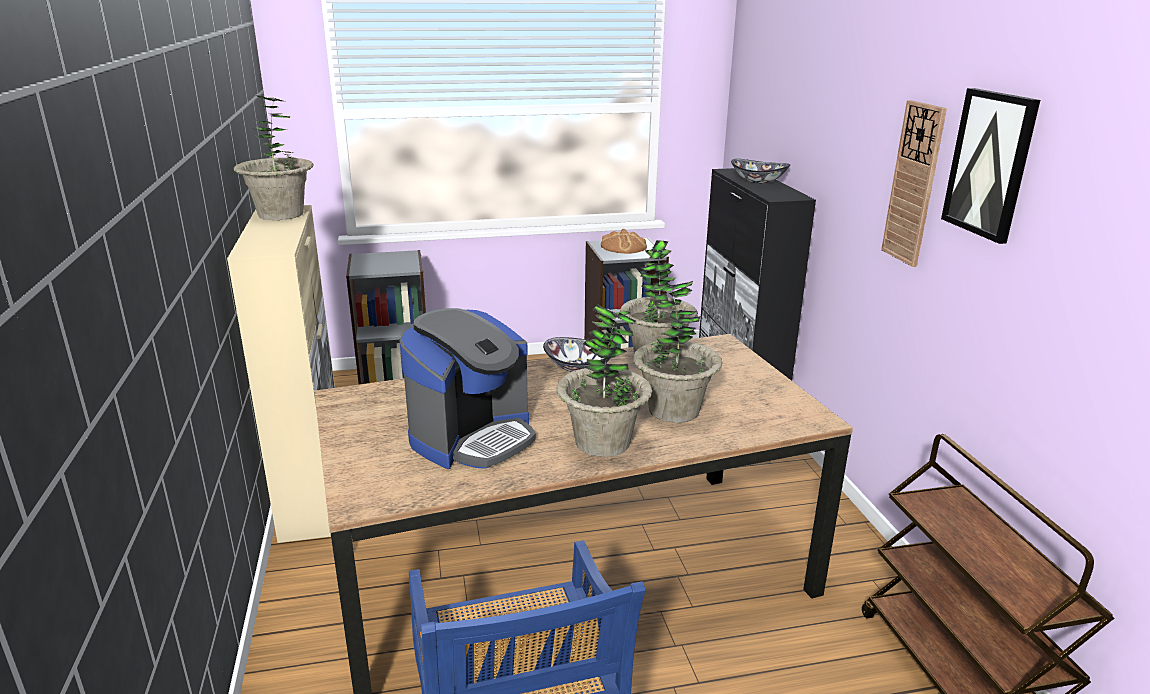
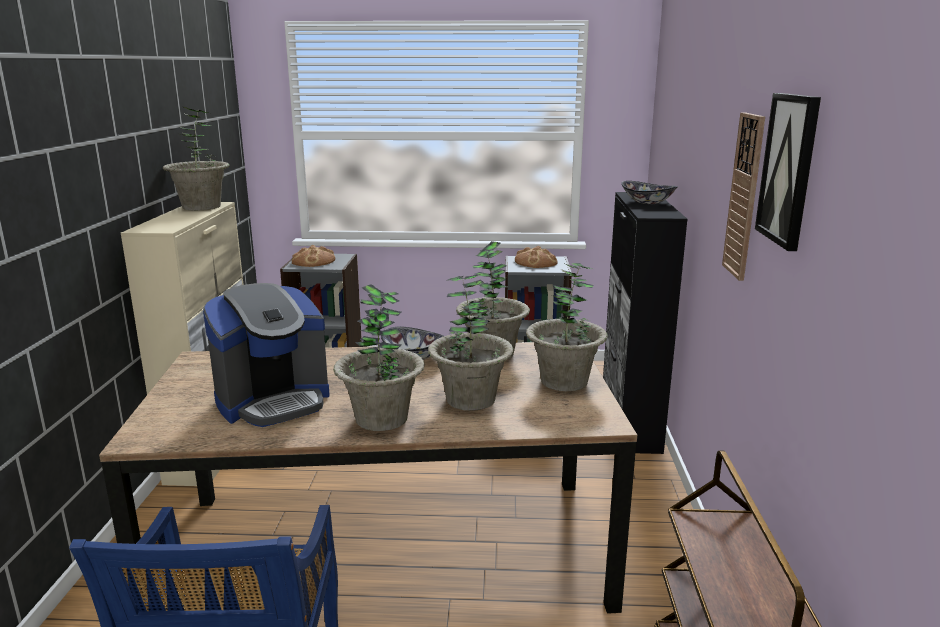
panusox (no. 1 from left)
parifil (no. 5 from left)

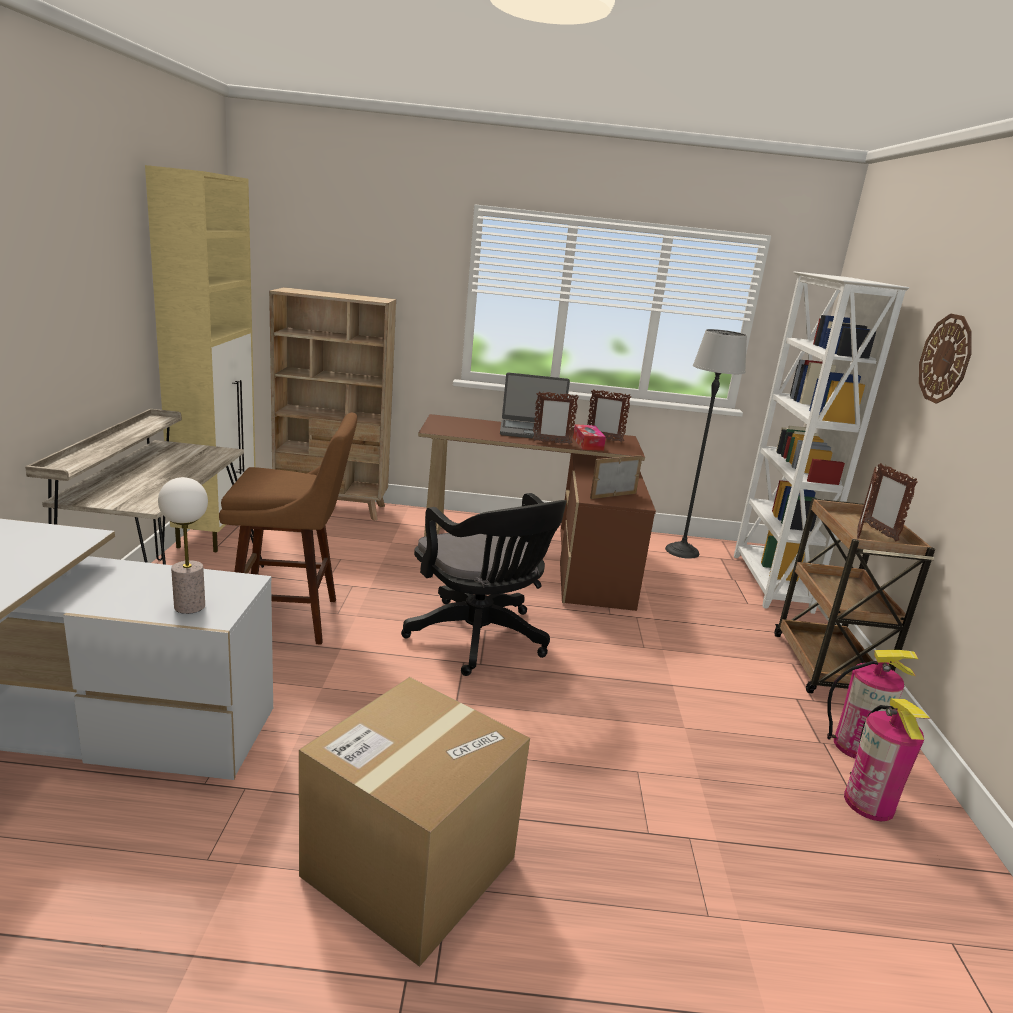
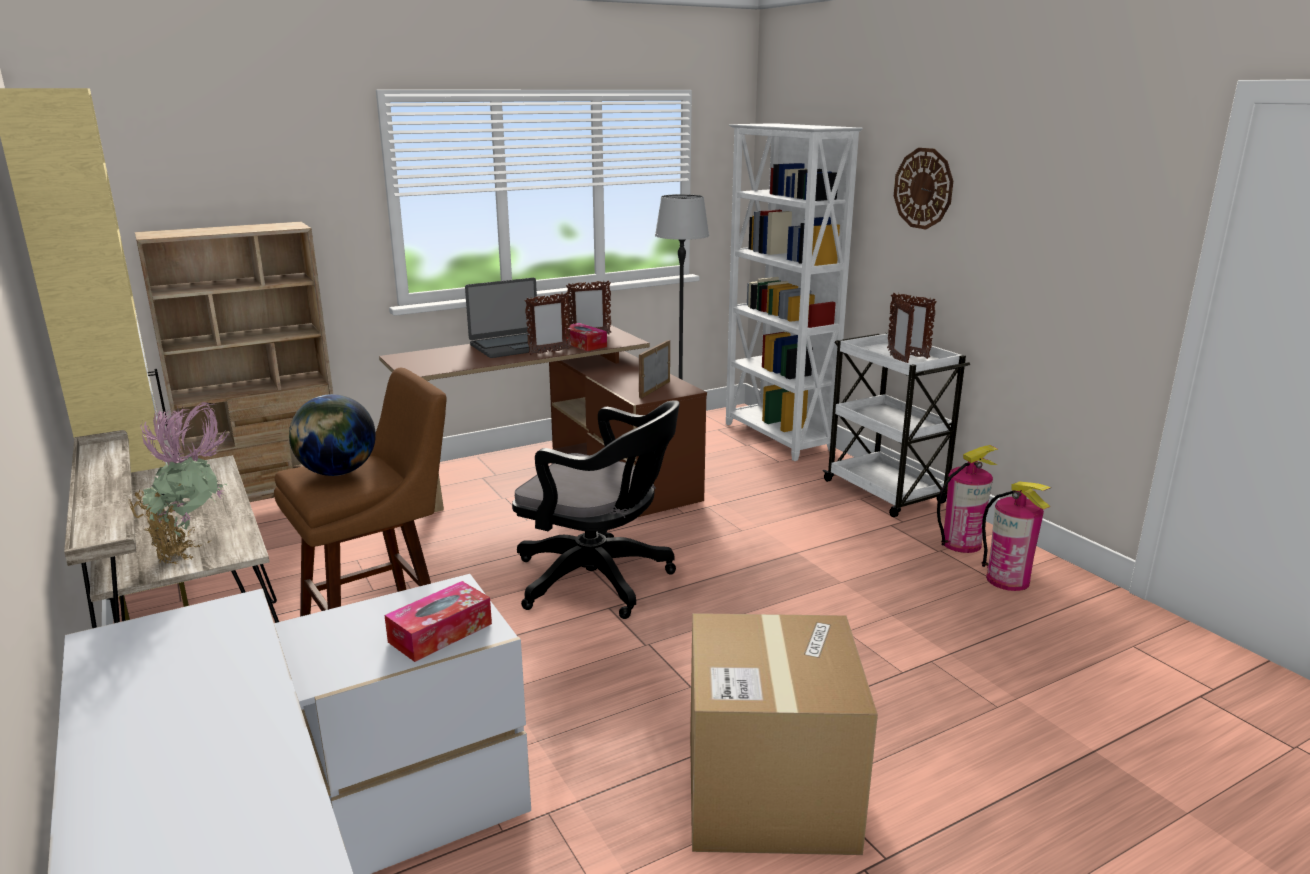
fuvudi (no. 1 from left)
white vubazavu
parifil
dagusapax

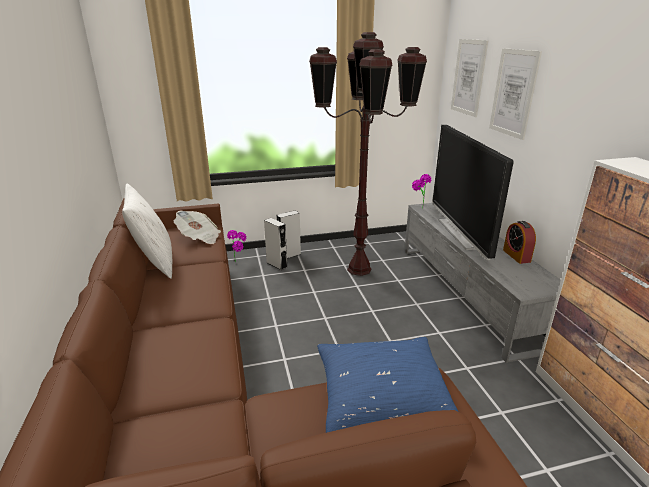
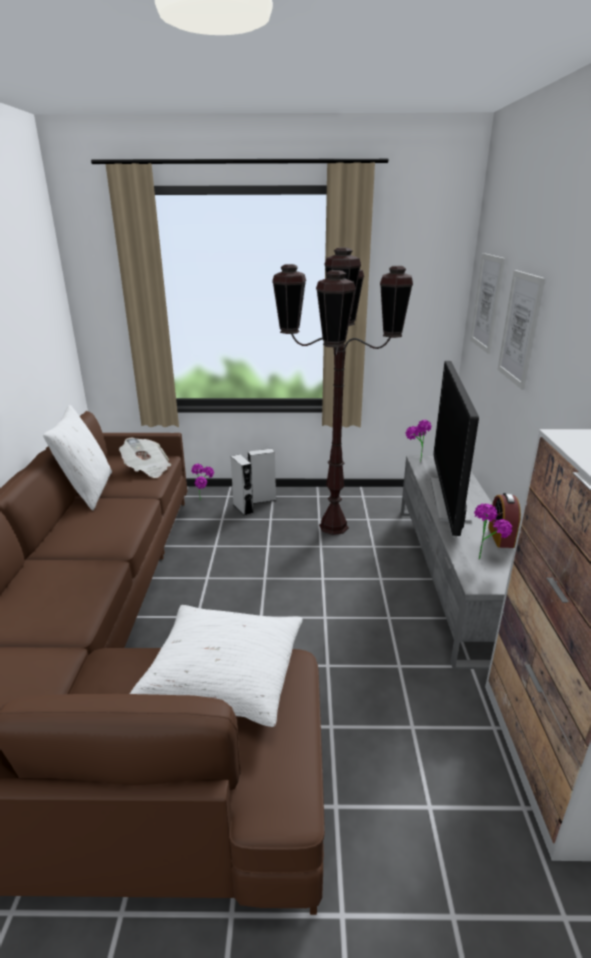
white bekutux (no. 2 from left)
parifil (no. 3 from left)

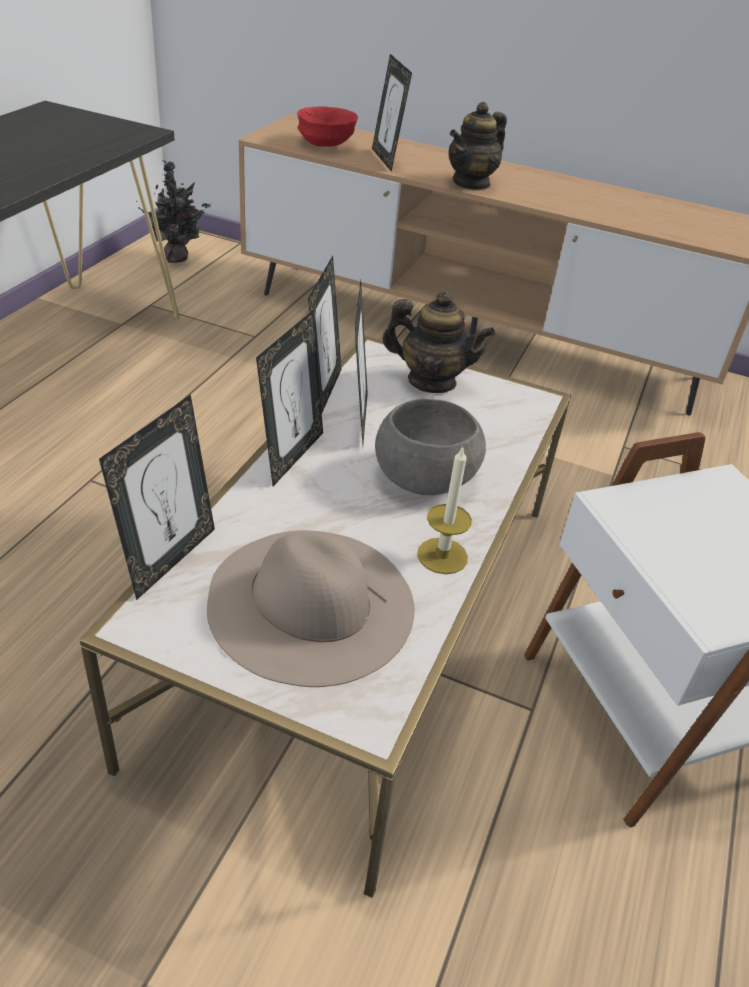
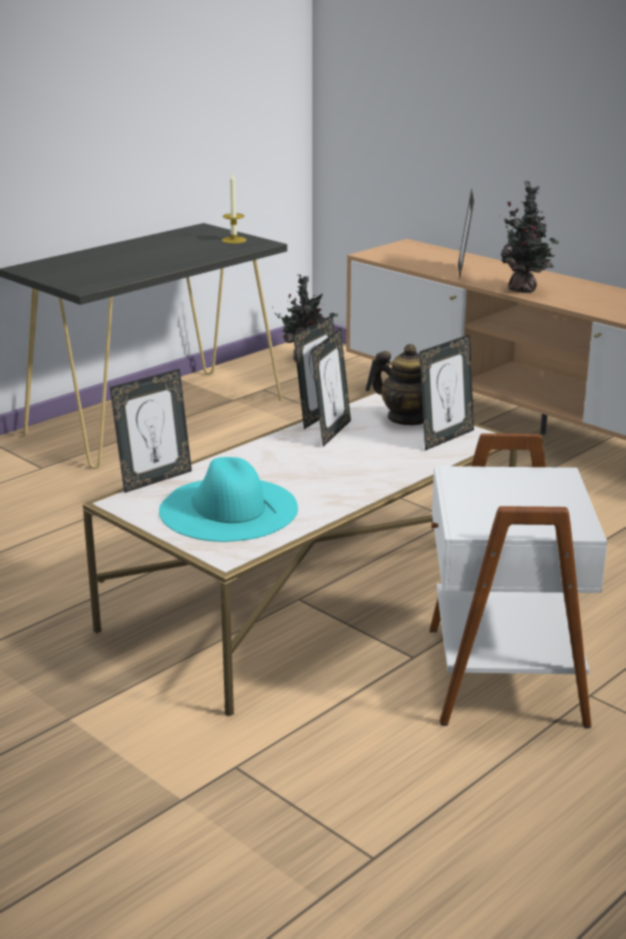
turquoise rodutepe
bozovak (no. 4 from left)
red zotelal
grey zotelal
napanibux
parifil (no. 2 from left)

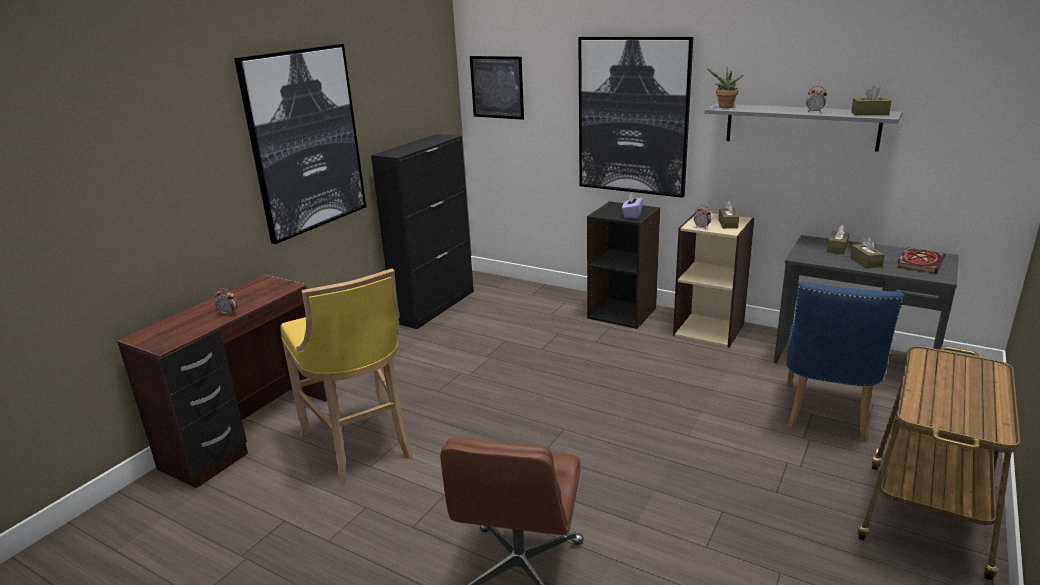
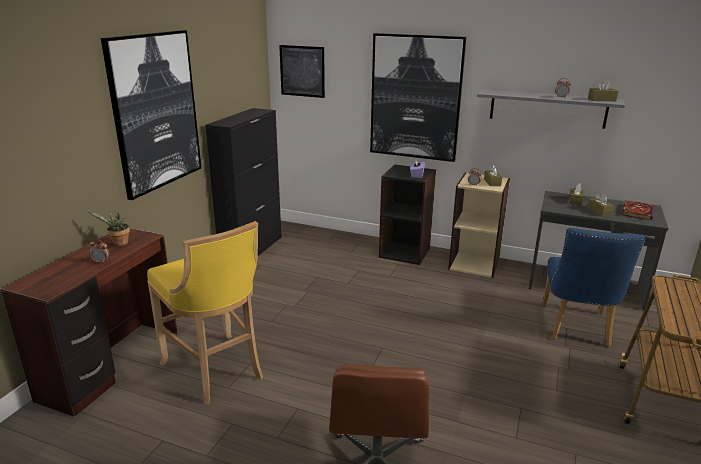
parifil

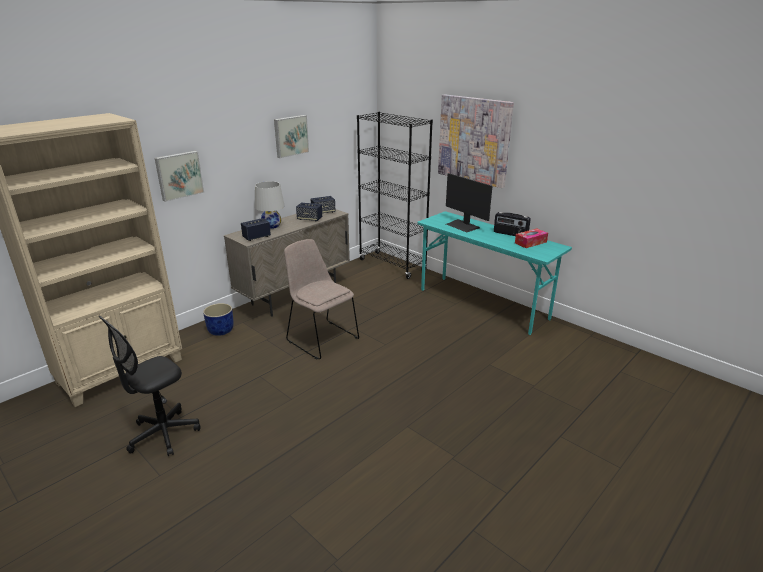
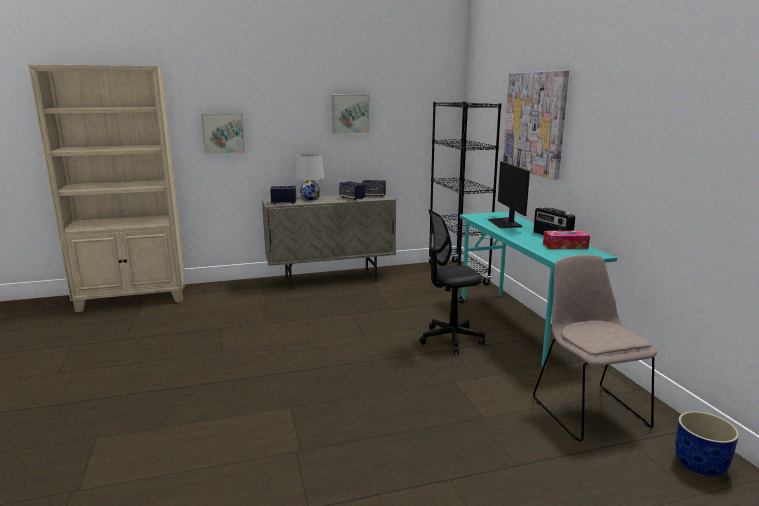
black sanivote
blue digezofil
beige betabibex

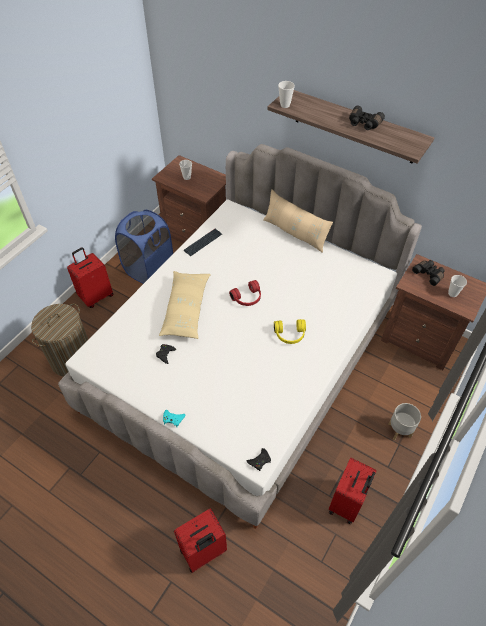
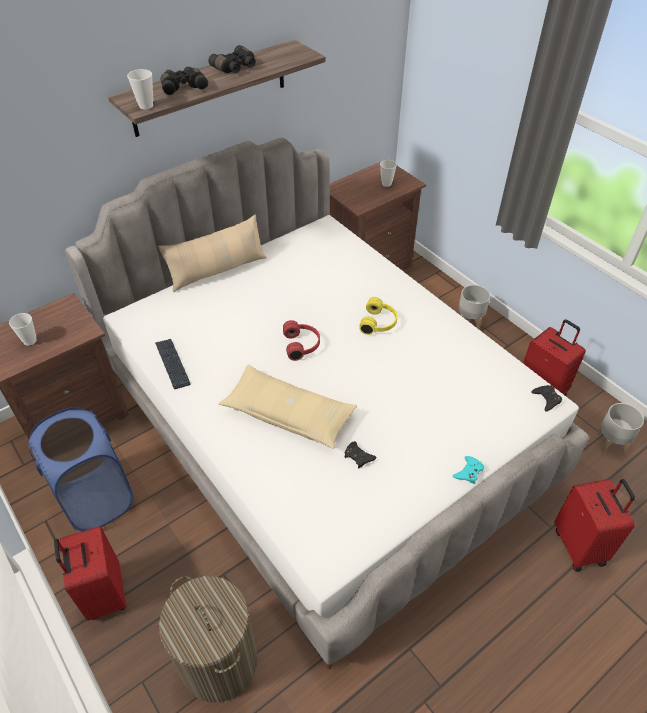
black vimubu (no. 1 from left)
grey digezofil (no. 2 from left)

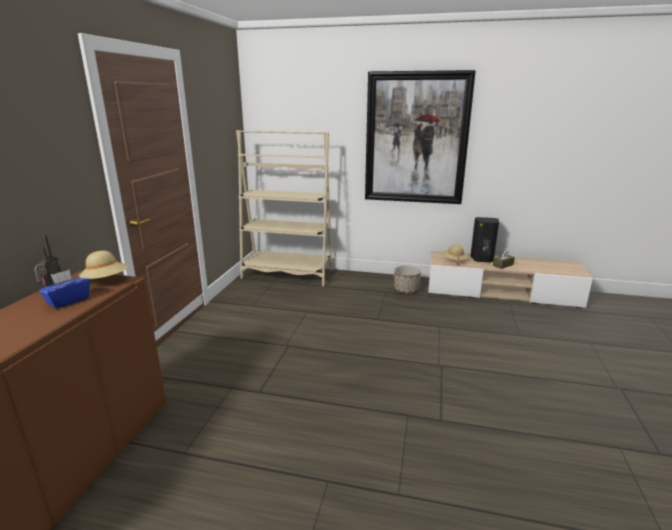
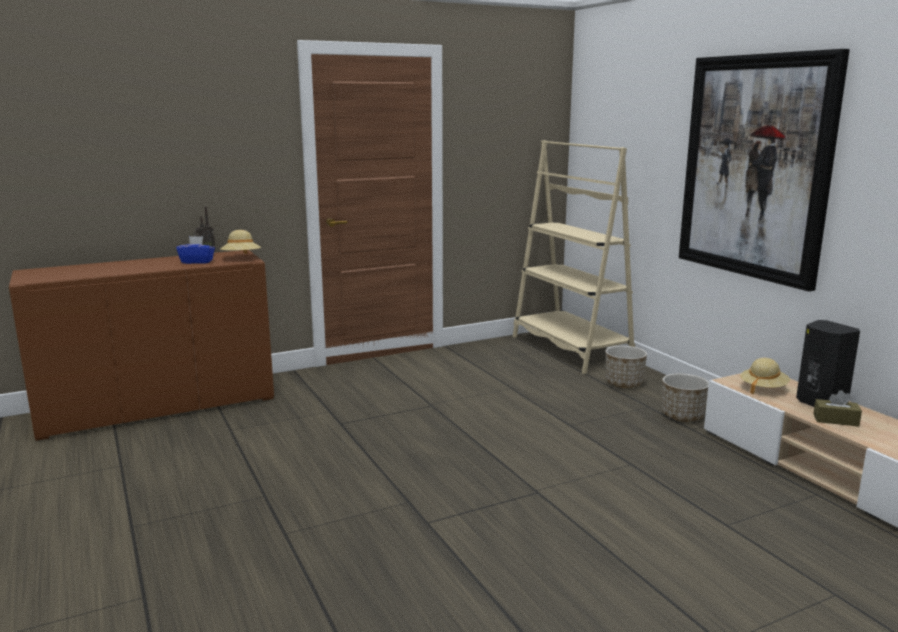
digezofil (no. 1 from left)

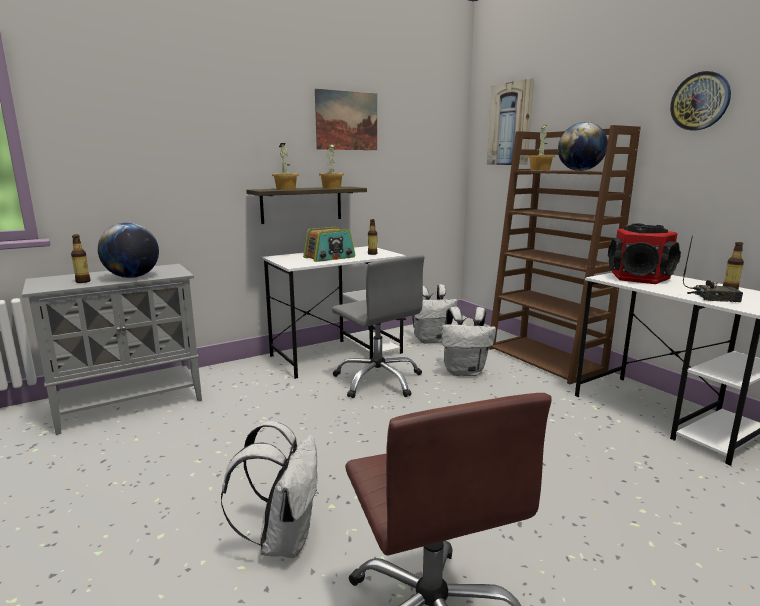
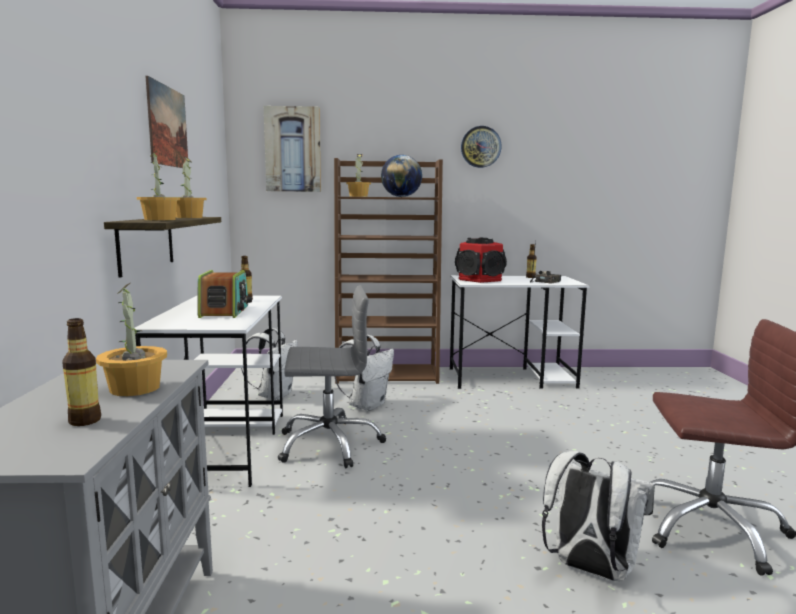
parifil (no. 1 from left)

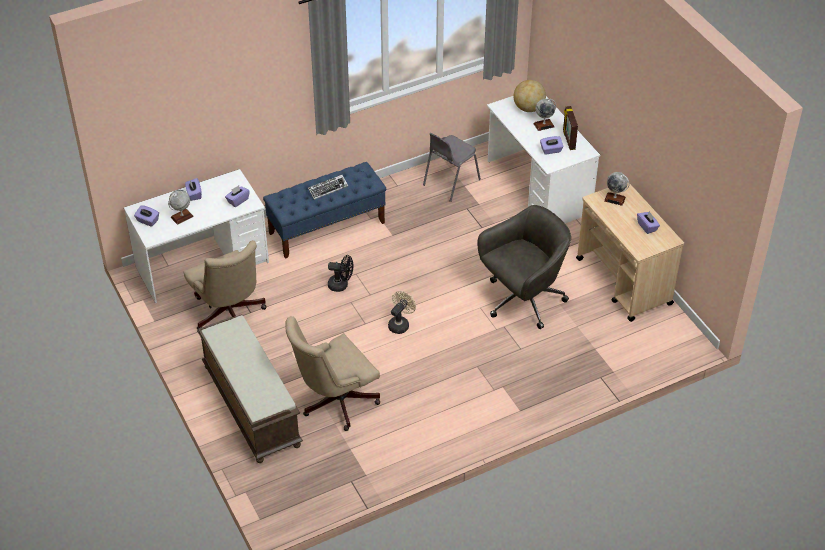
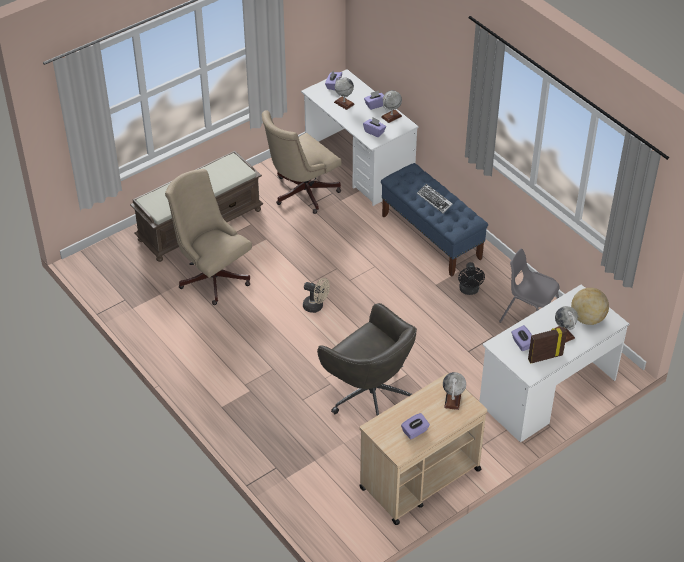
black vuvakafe
dagusapax (no. 2 from left)

